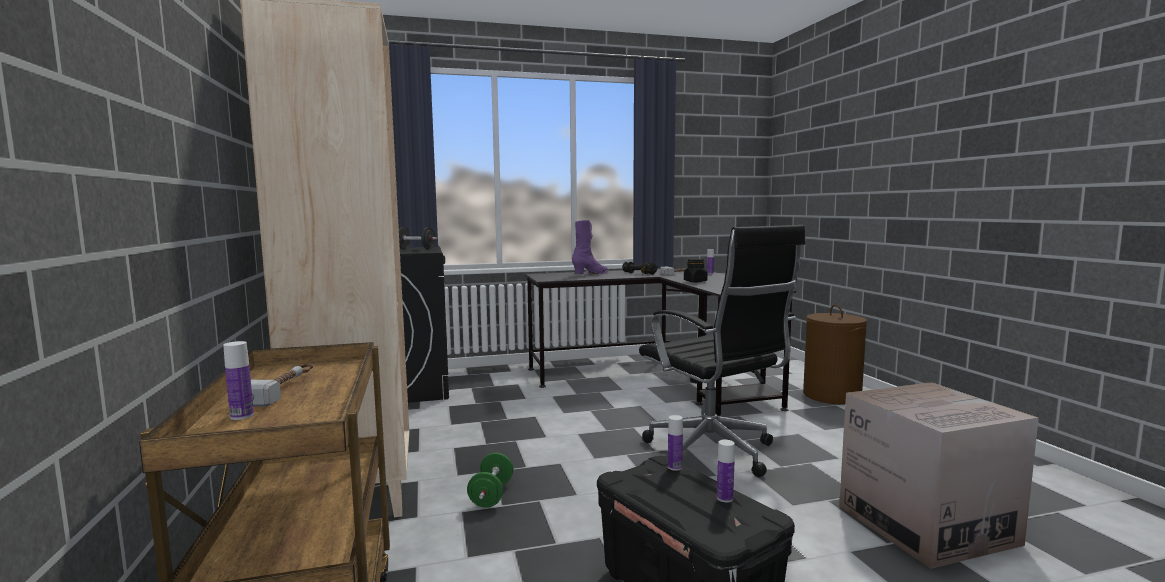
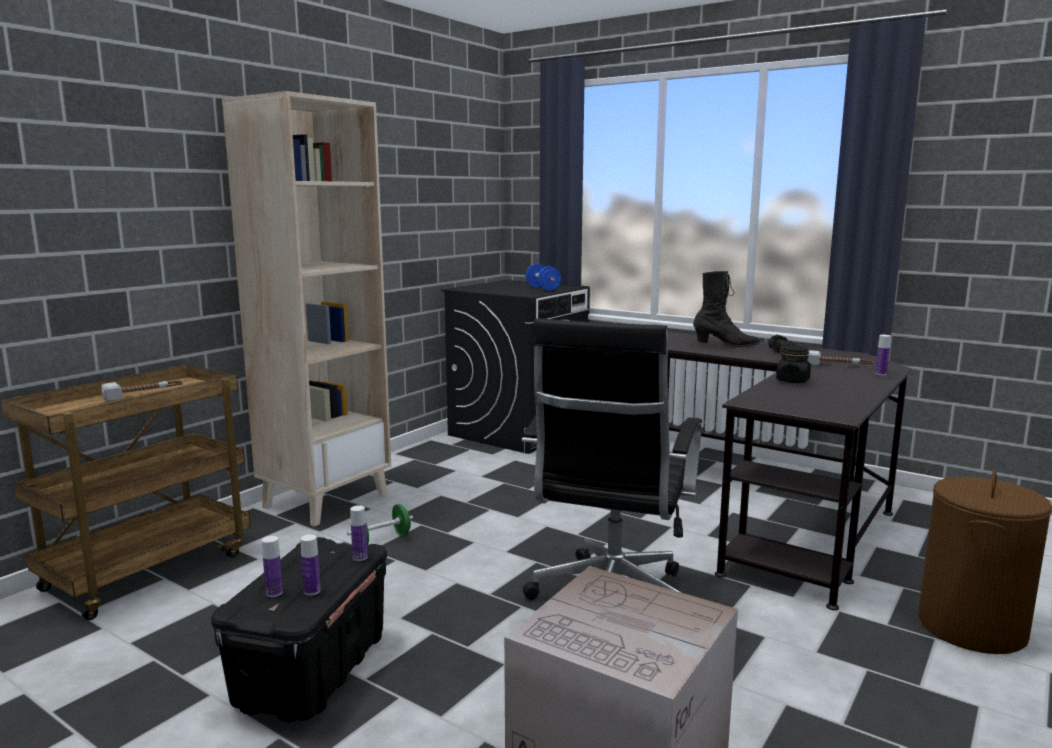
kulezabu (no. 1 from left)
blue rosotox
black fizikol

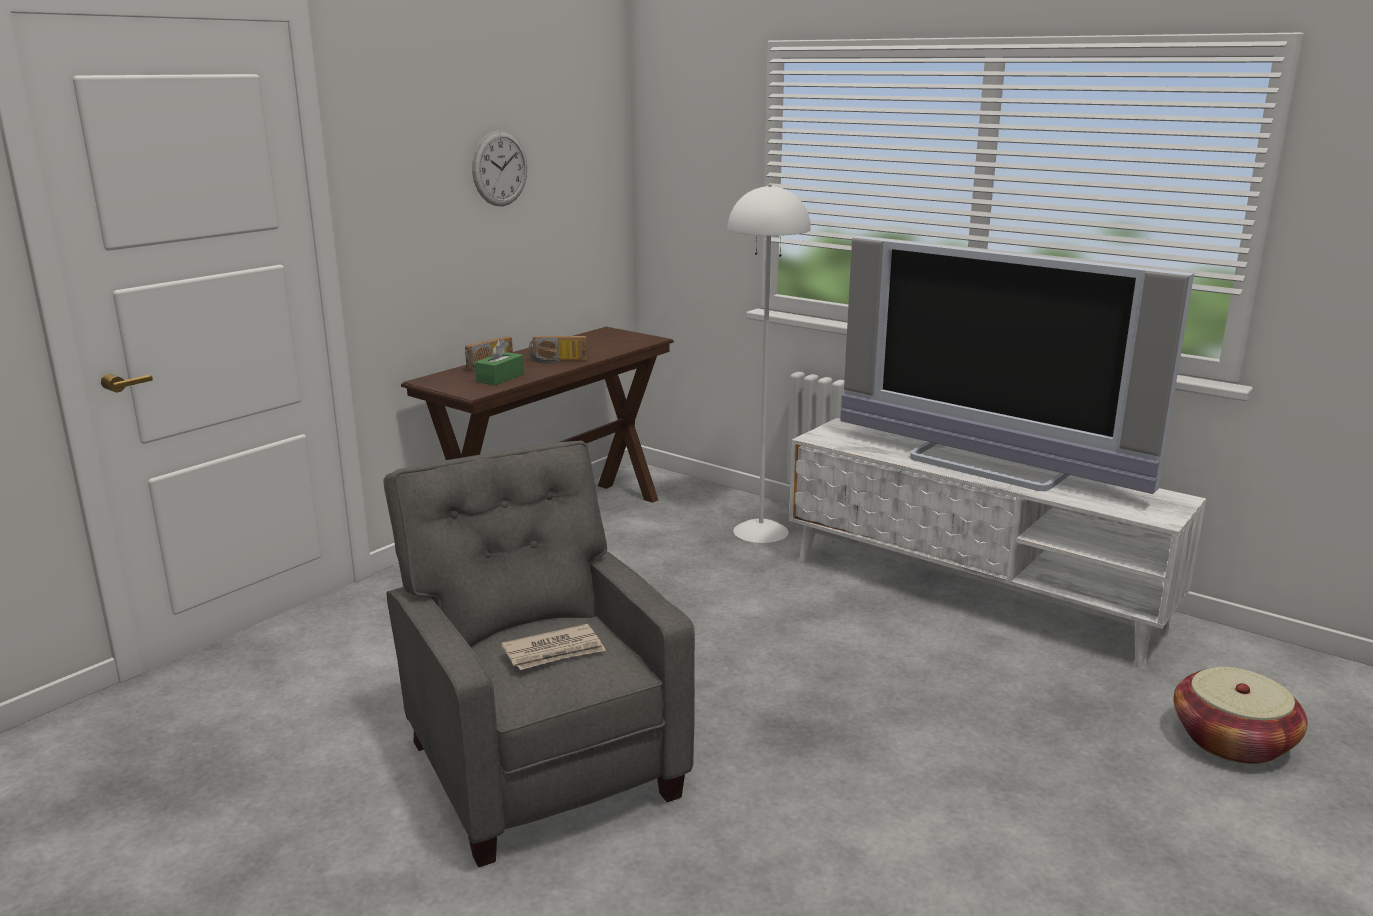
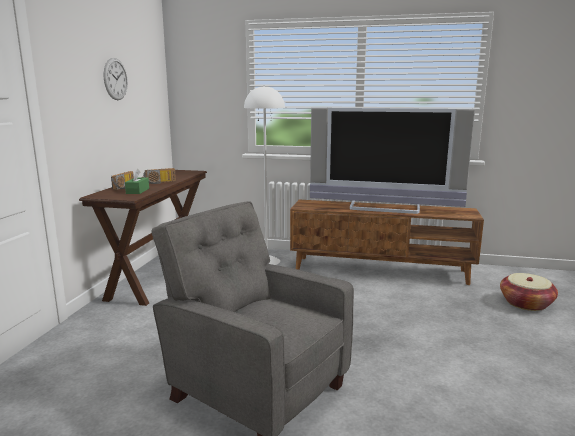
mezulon
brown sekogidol

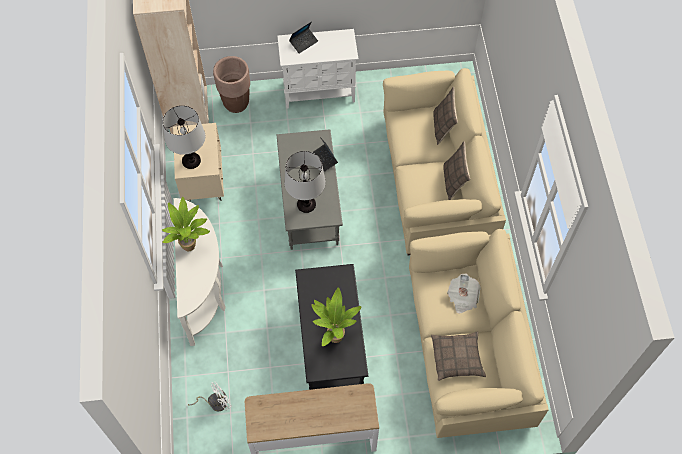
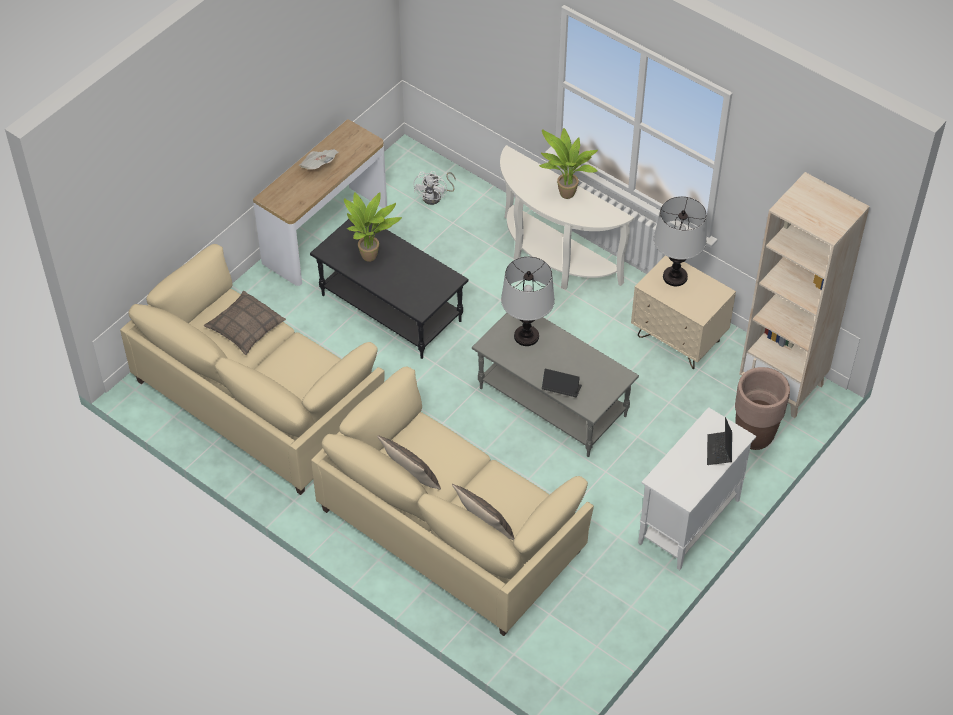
mezulon

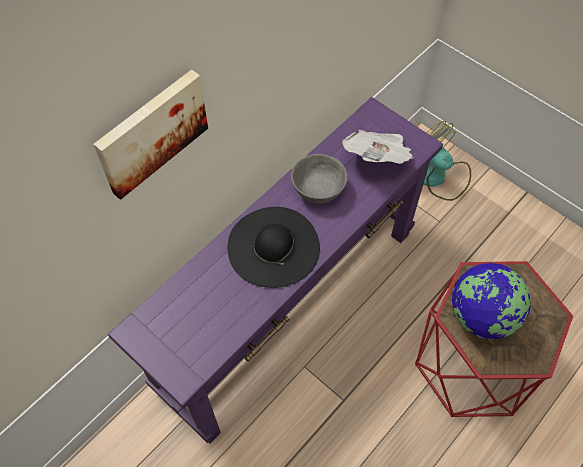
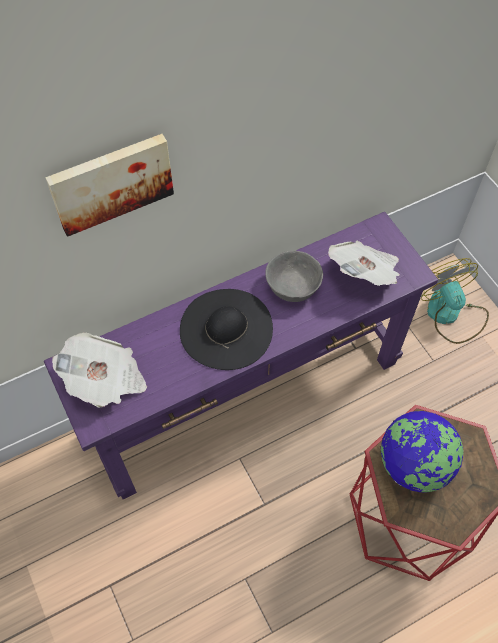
mezulon (no. 1 from left)

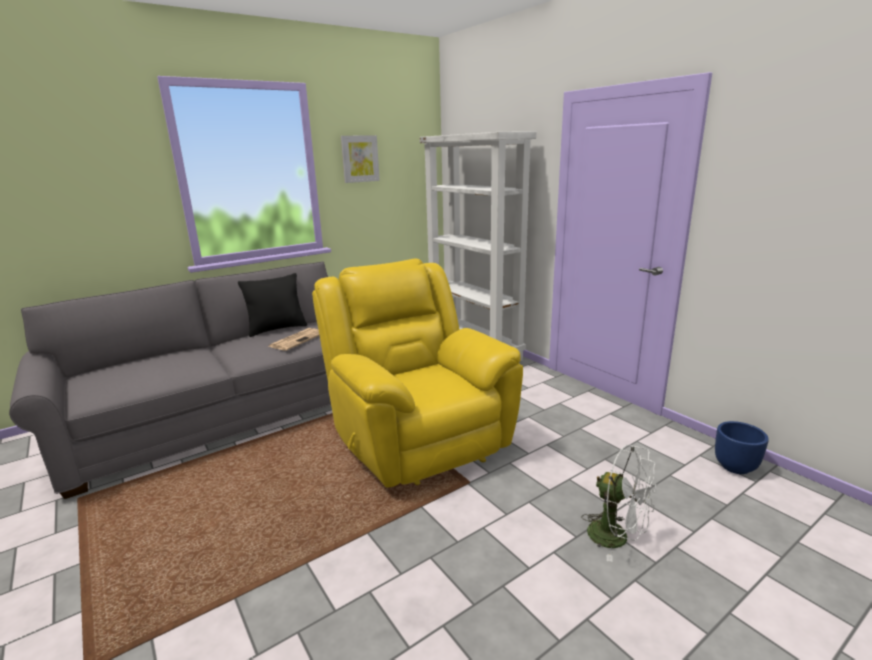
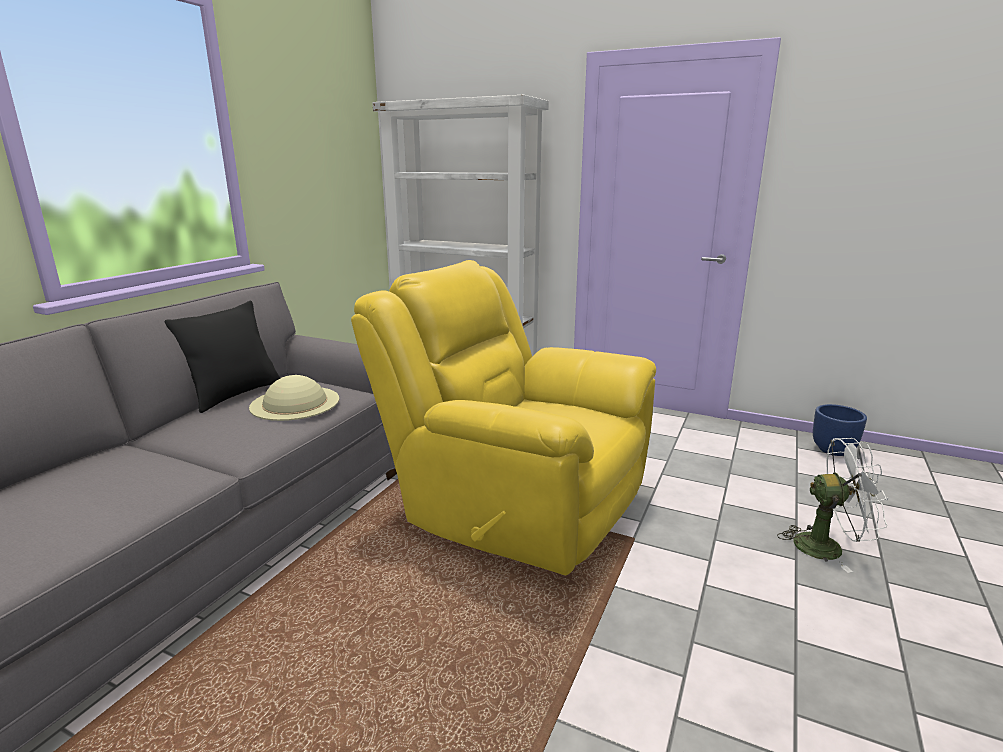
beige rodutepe
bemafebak

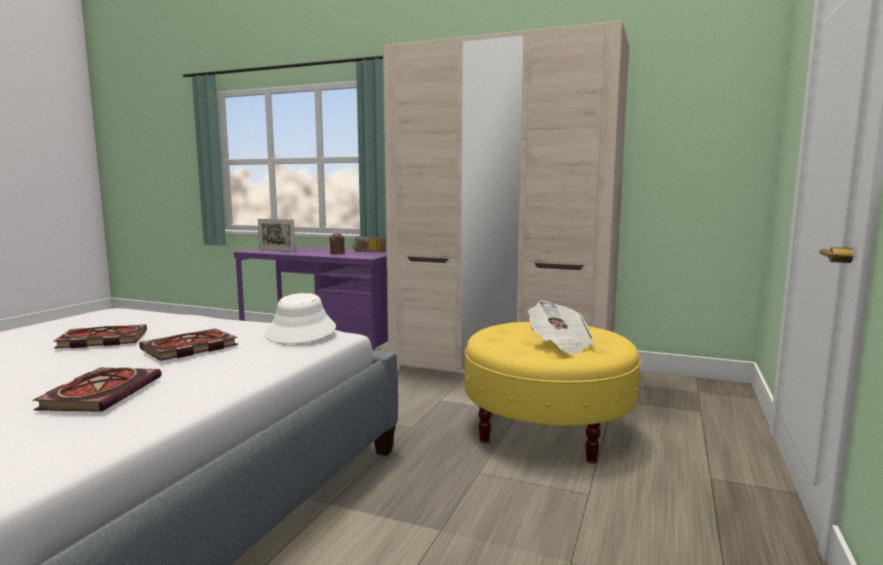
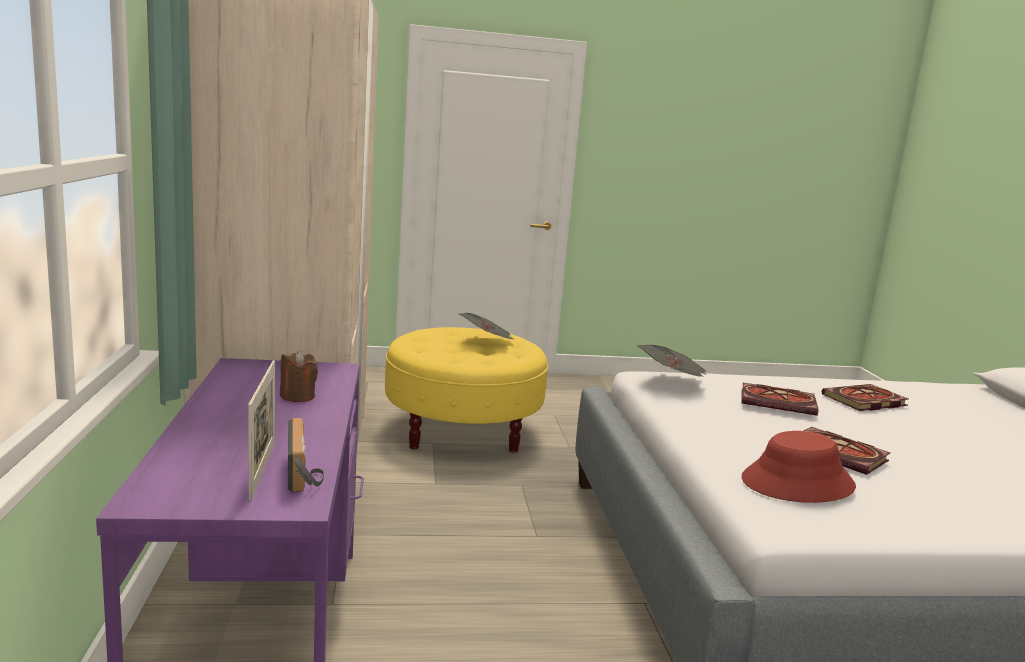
mezulon (no. 2 from left)
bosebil
red rodutepe

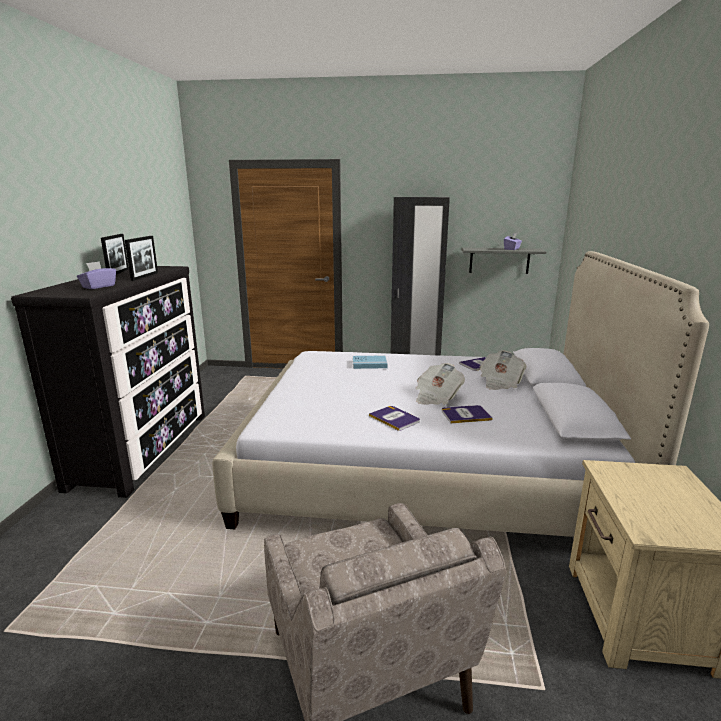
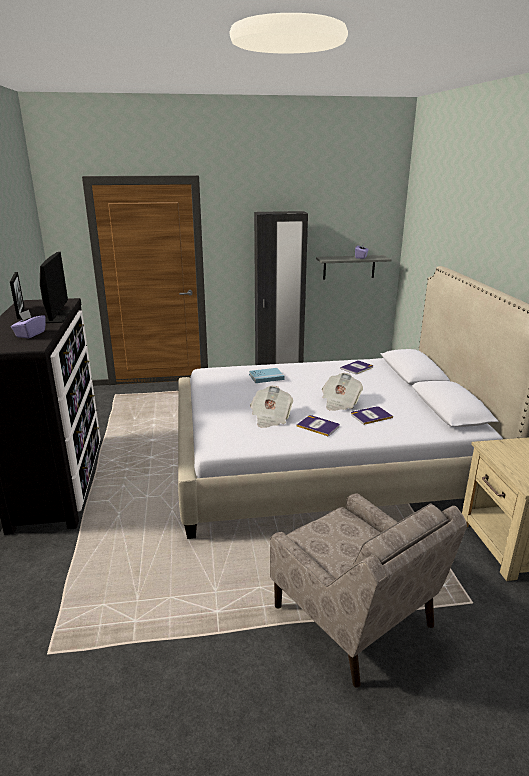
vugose
mezulon (no. 1 from left)

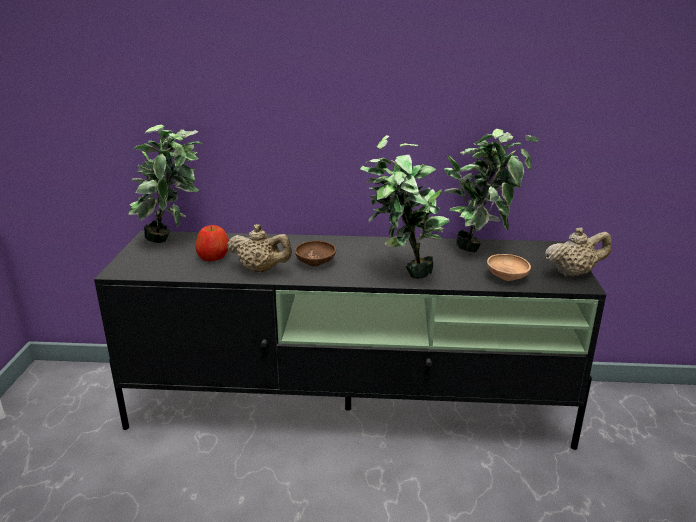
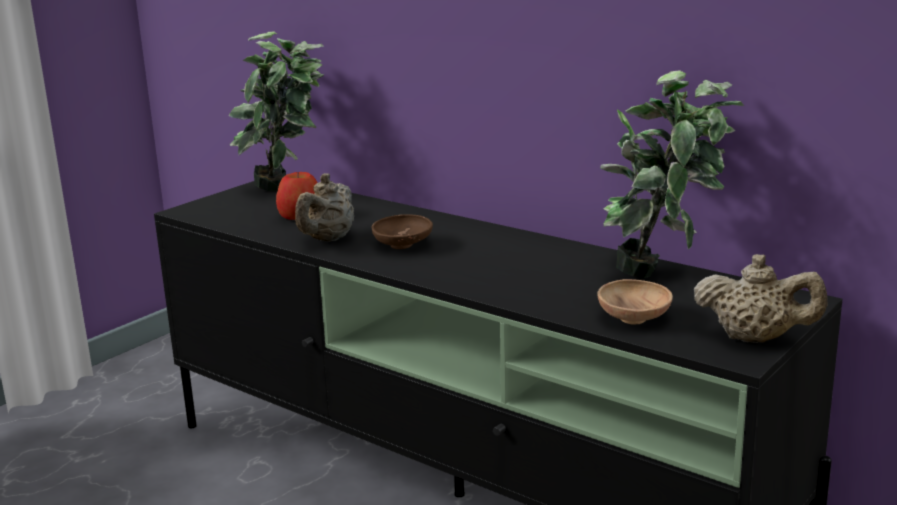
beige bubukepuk (no. 1 from left)
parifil (no. 2 from left in the first image)

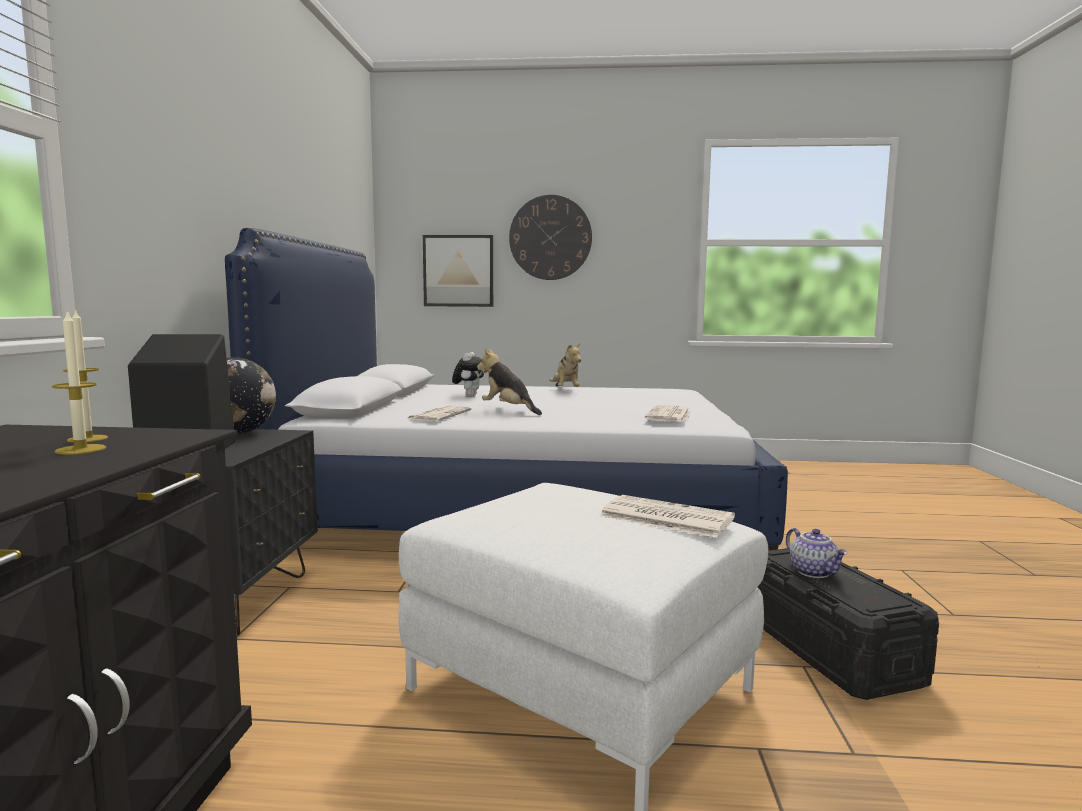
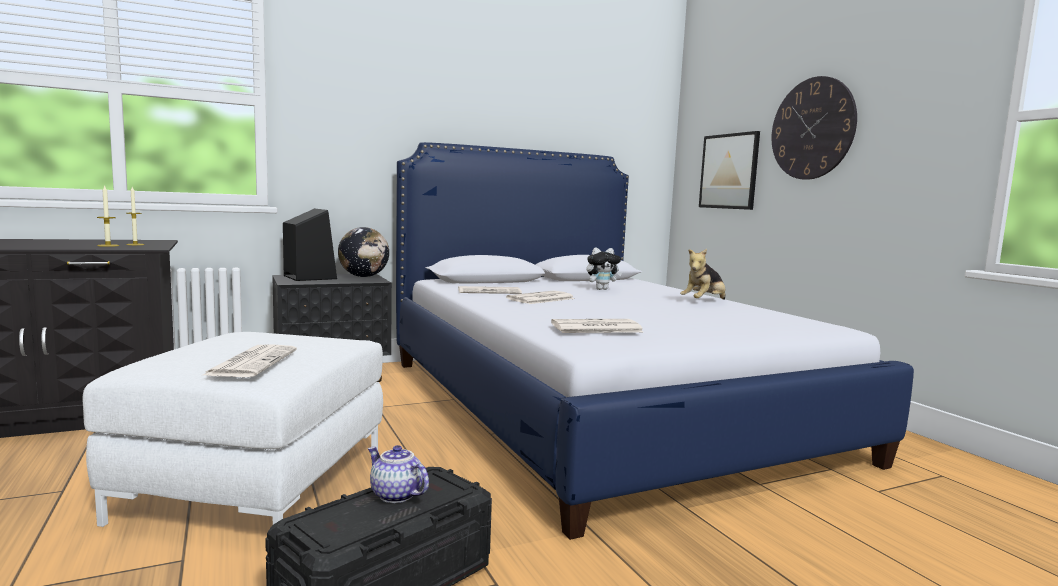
mezulon (no. 3 from left)
bubukepuk

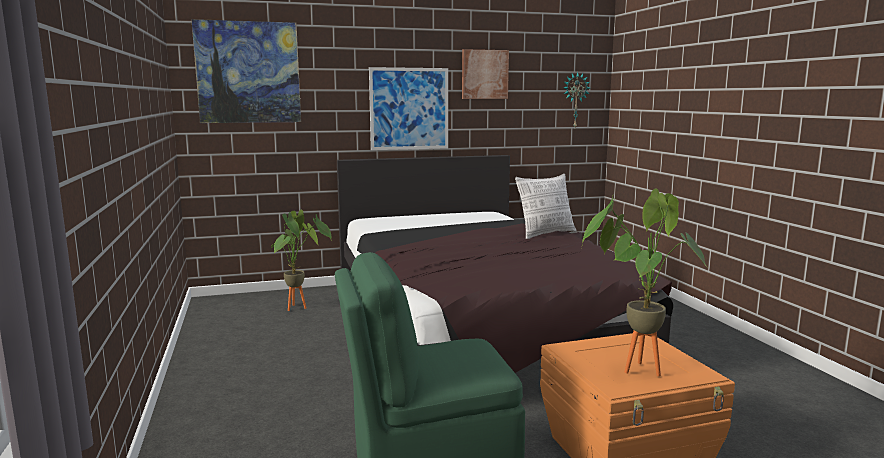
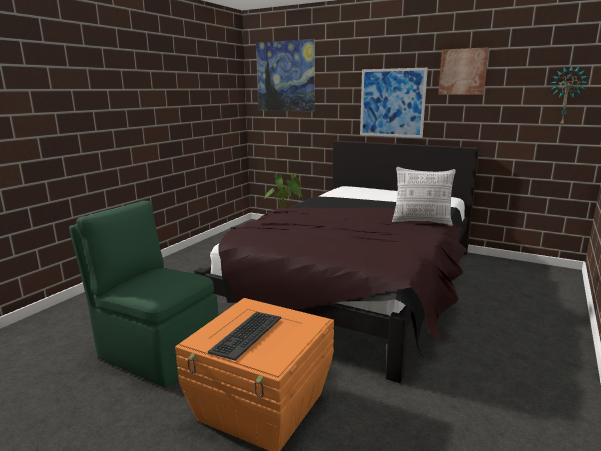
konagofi

